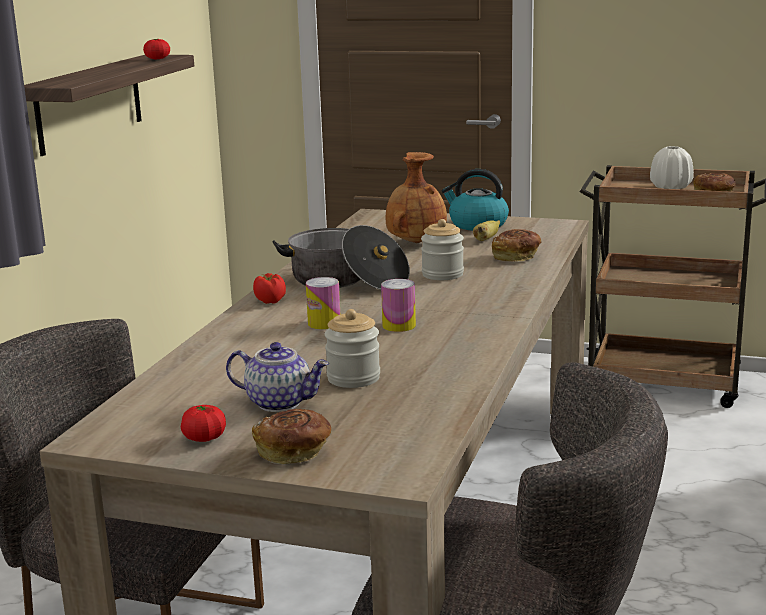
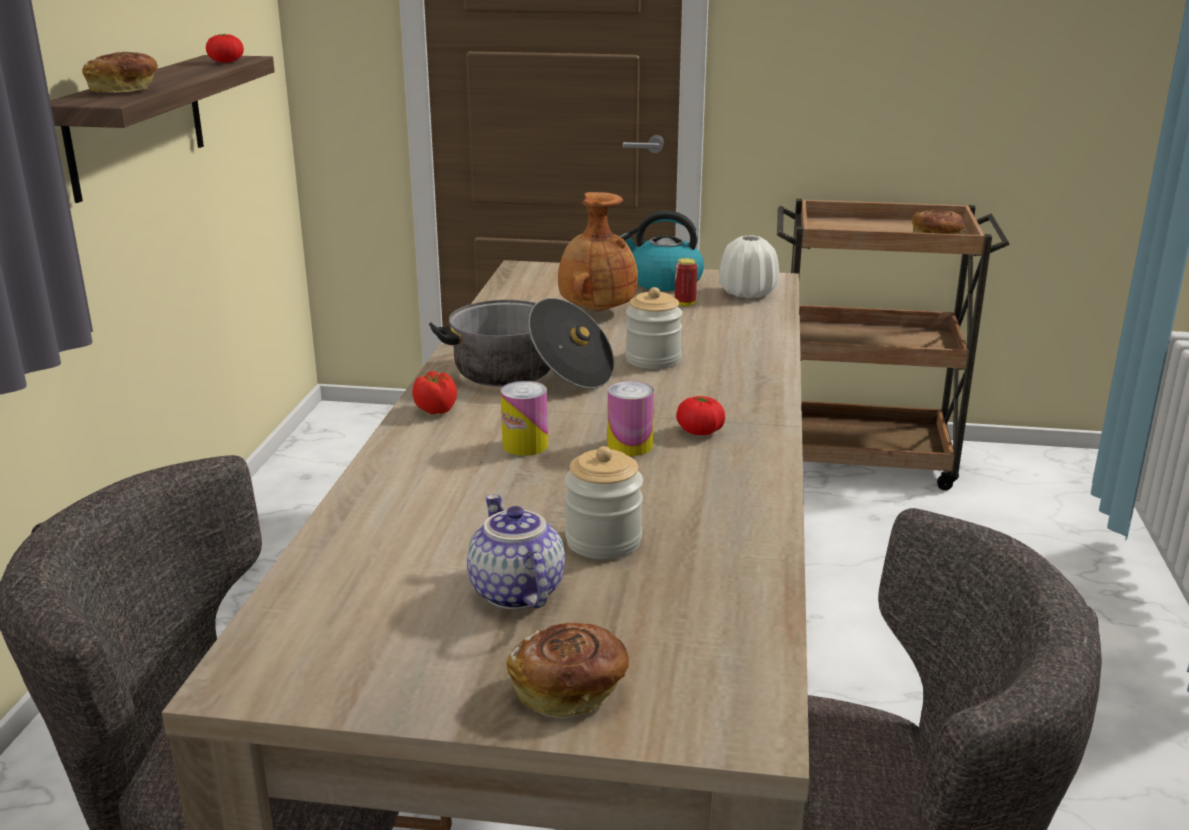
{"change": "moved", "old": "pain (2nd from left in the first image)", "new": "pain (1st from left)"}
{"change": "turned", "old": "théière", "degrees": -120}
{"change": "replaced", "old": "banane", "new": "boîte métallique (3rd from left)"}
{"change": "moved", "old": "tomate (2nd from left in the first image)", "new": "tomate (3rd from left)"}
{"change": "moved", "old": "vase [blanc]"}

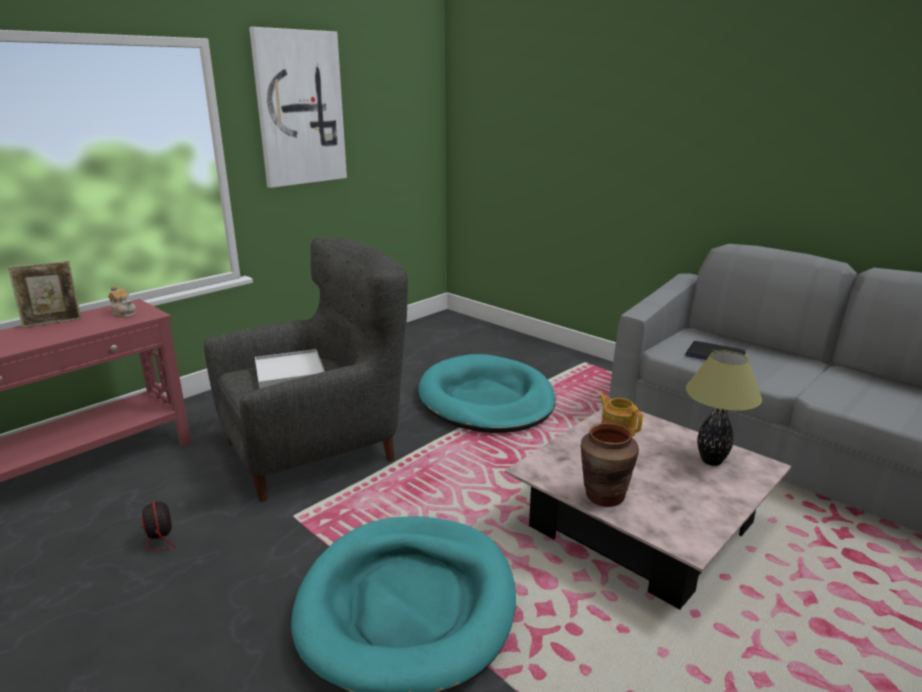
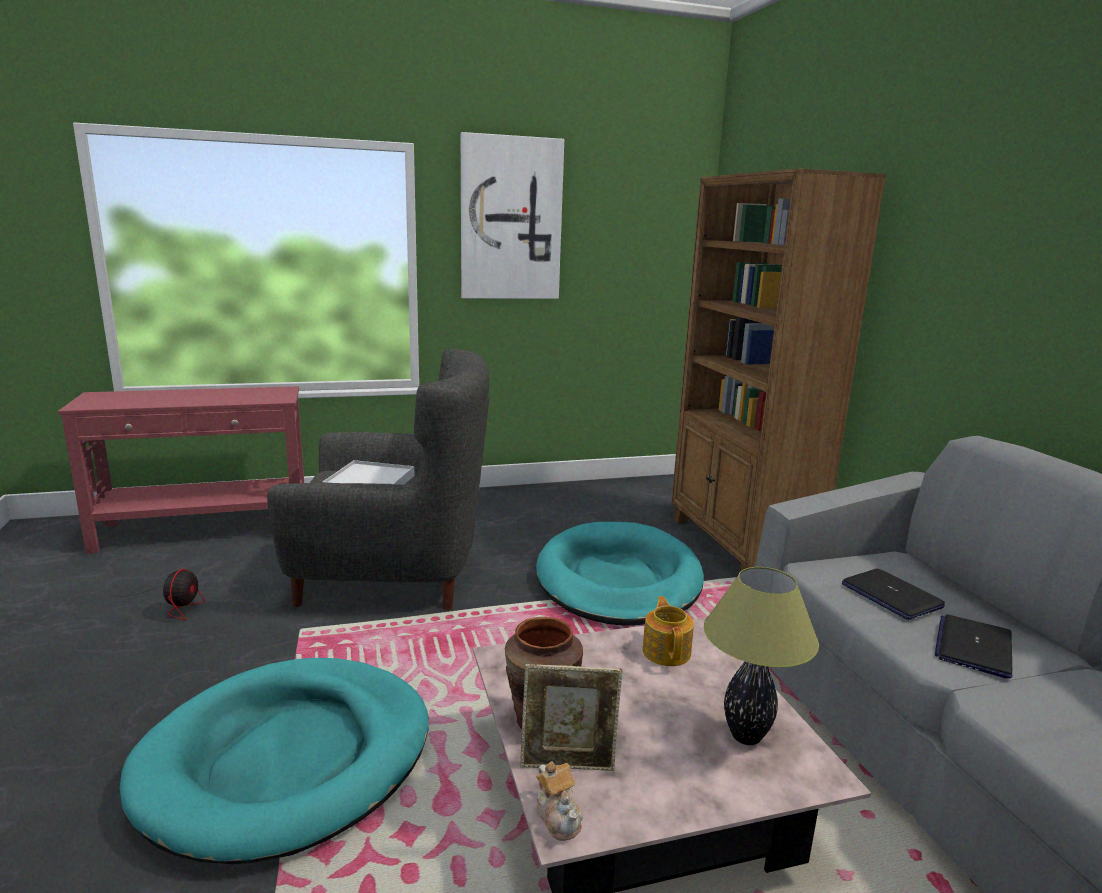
{"change": "moved", "old": "cadre photo"}
{"change": "moved", "old": "théière (1st from left)"}
{"change": "added", "new": "bibliothèque [marron]"}
{"change": "added", "new": "ordinateur portable (2nd from left)"}

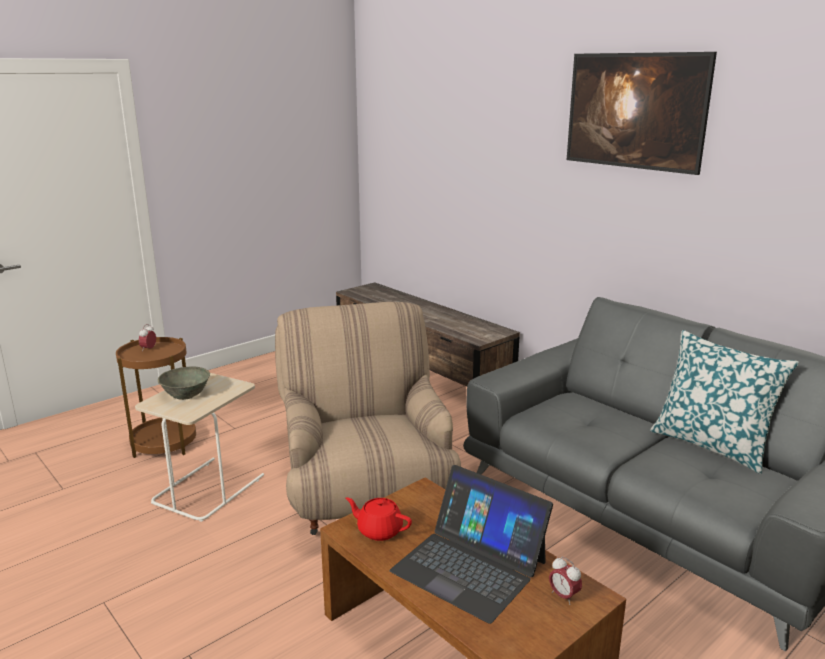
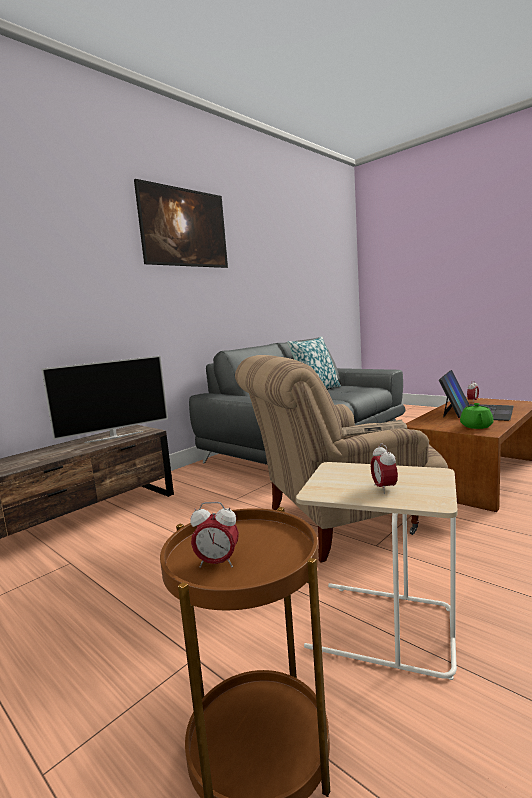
{"change": "added", "new": "téléviseur"}
{"change": "added", "new": "journal"}
{"change": "replaced", "old": "bol [gris]", "new": "réveil (2nd from left)"}
{"change": "recoloured", "old": "théière [rouge]", "new": "théière [vert]"}

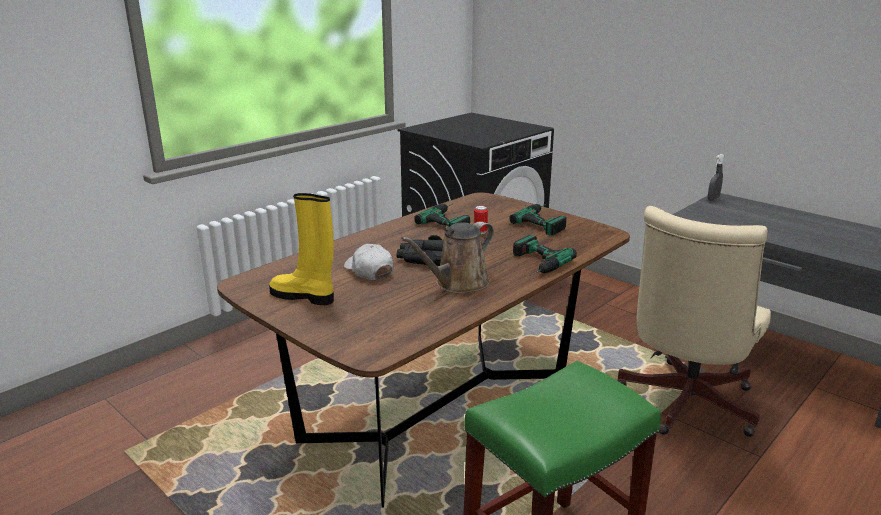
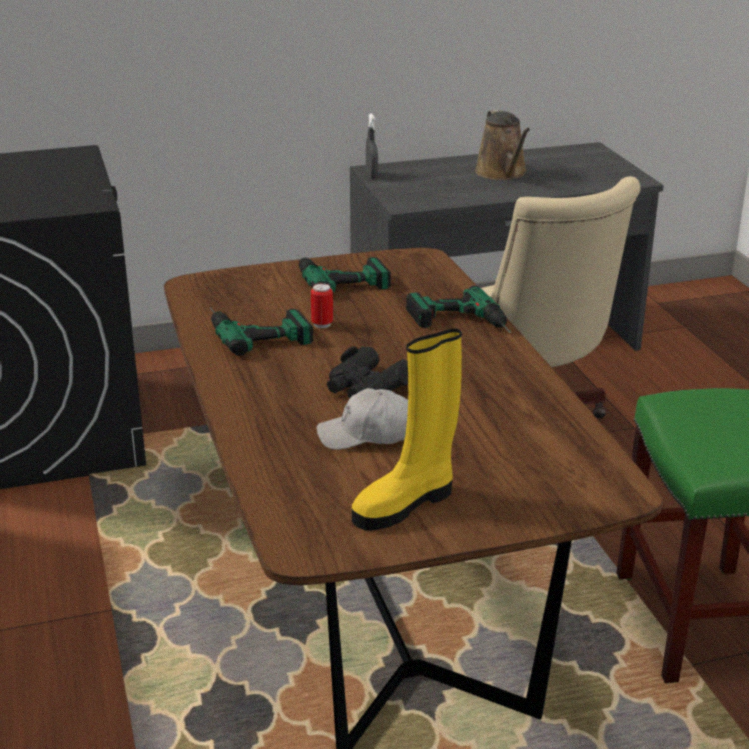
{"change": "moved", "old": "arrosoir [marron]"}

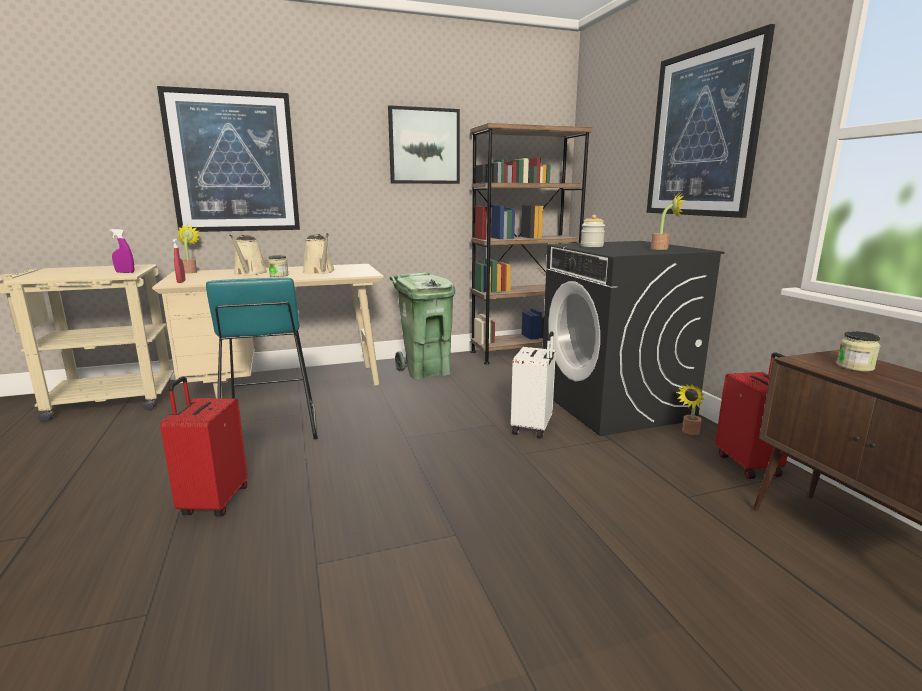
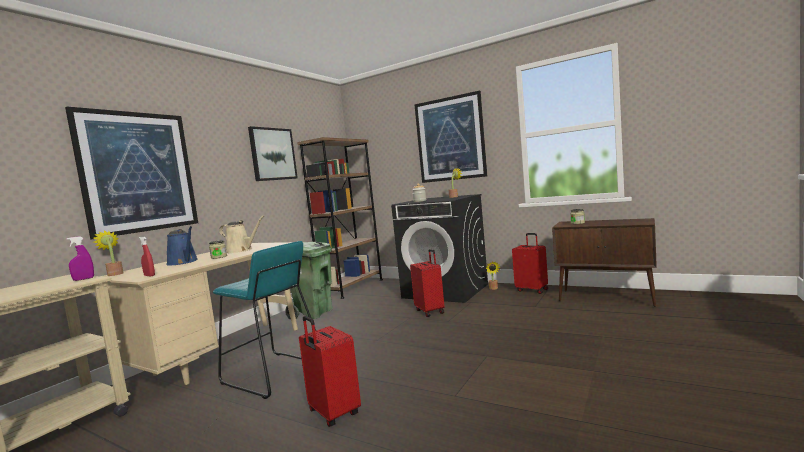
{"change": "recoloured", "old": "arrosoir [beige] (1st from left)", "new": "arrosoir [bleu]"}
{"change": "recoloured", "old": "valise [blanc]", "new": "valise [rouge] (2nd from left)"}

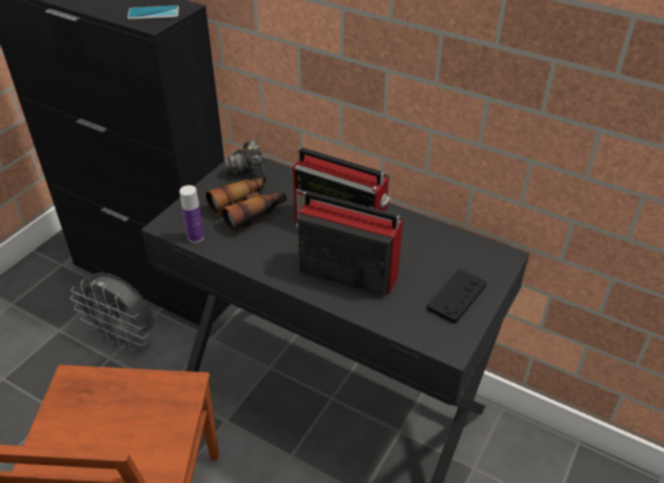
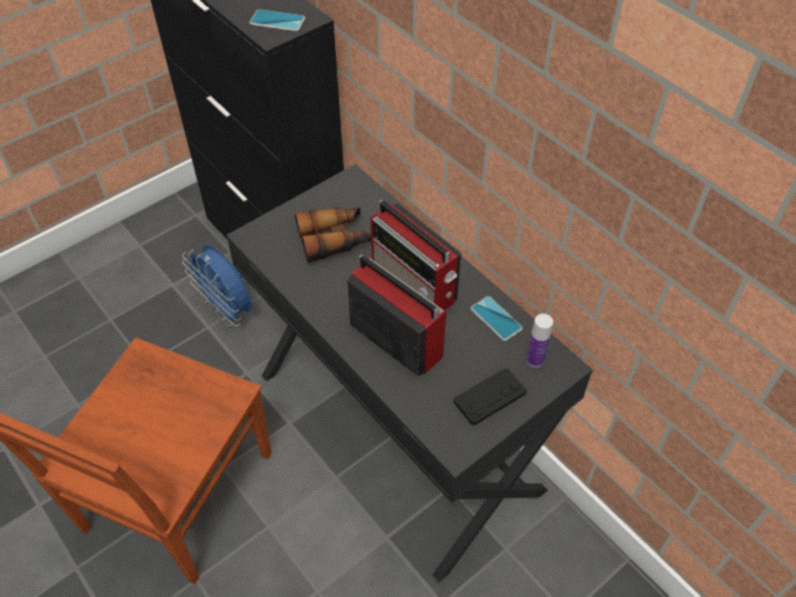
{"change": "recoloured", "old": "ventilateur [gris]", "new": "ventilateur [bleu]"}
{"change": "added", "new": "téléphone (2nd from left)"}
{"change": "moved", "old": "bouteille"}
{"change": "removed", "old": "appareil photo"}

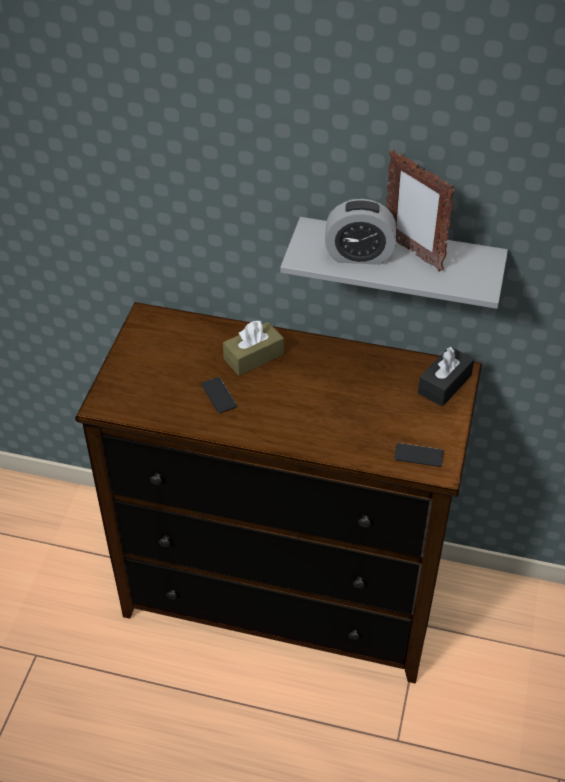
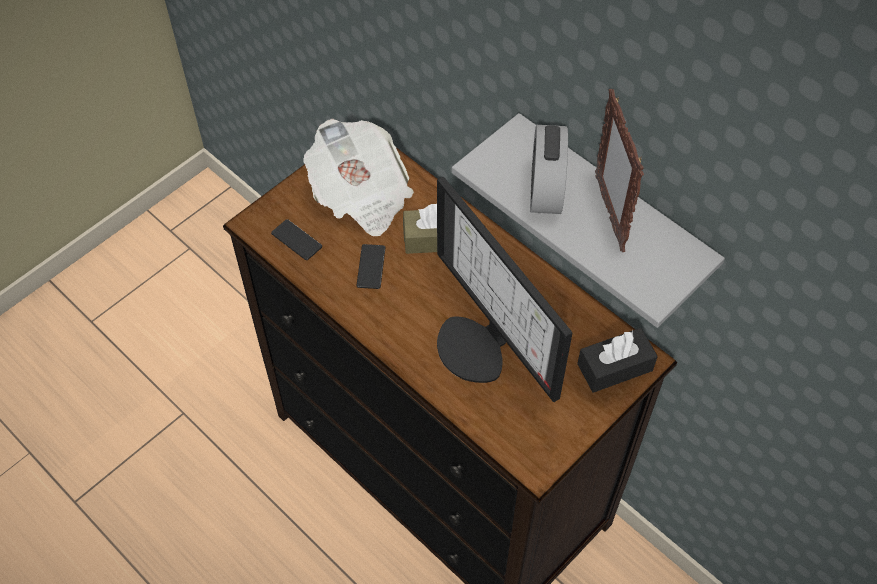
{"change": "moved", "old": "téléphone (2nd from left in the first image)", "new": "téléphone (1st from left)"}
{"change": "added", "new": "journal"}
{"change": "added", "new": "écran d'ordinateur"}
{"change": "turned", "old": "réveil", "degrees": 60}

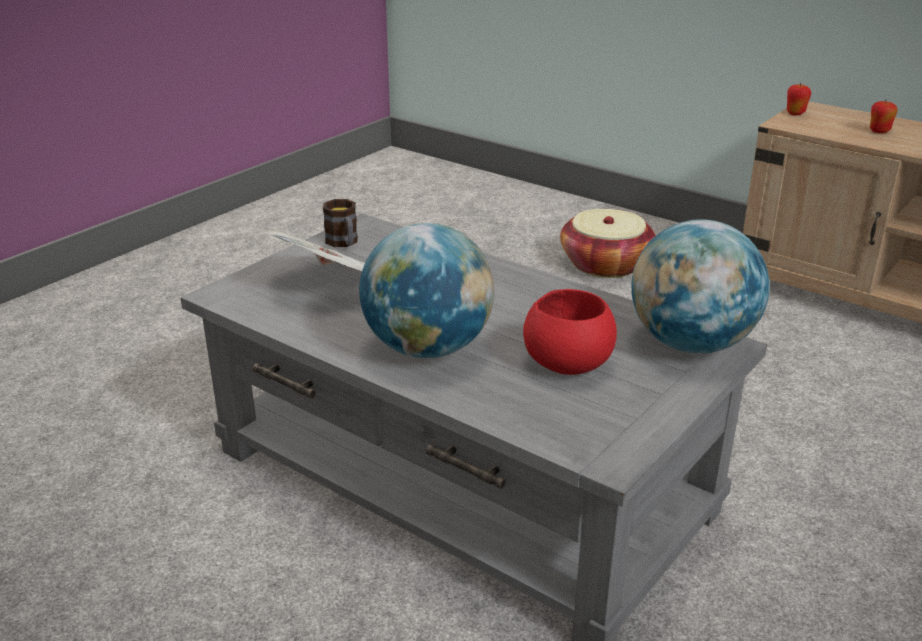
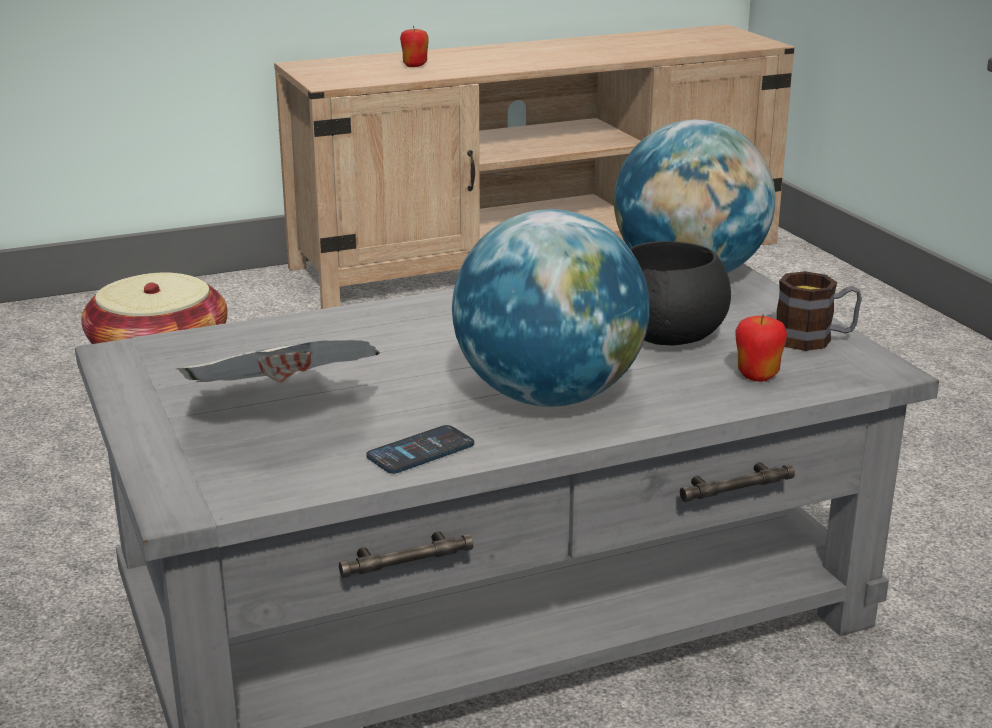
{"change": "added", "new": "téléphone"}
{"change": "recoloured", "old": "bol [rouge]", "new": "bol [noir]"}
{"change": "moved", "old": "pomme (1st from left in the first image)", "new": "pomme (2nd from left)"}
{"change": "moved", "old": "mug"}

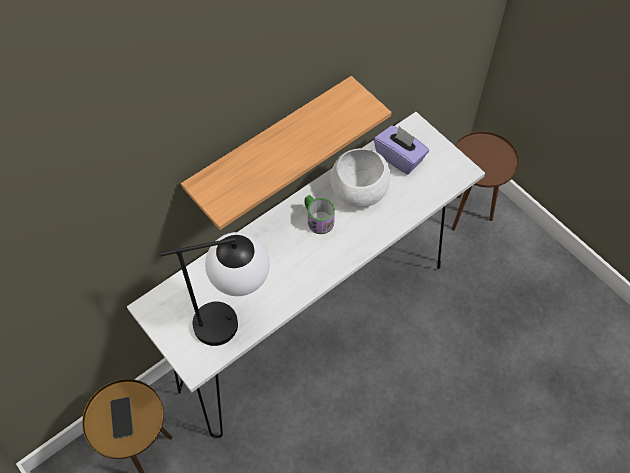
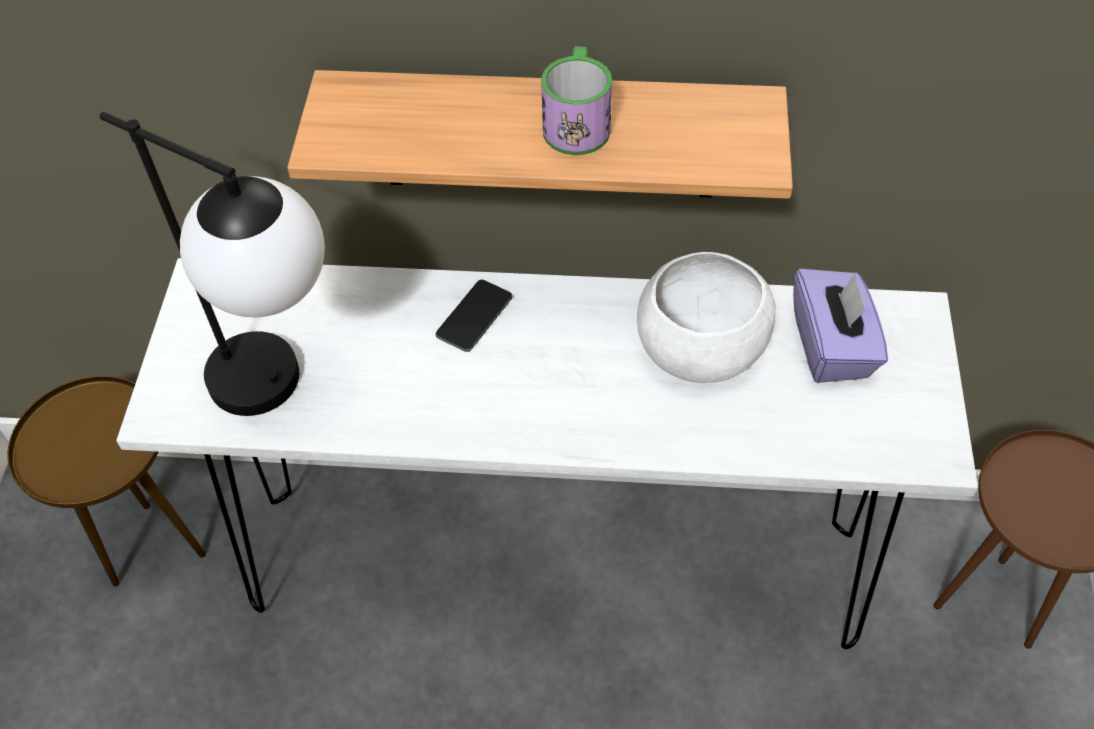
{"change": "moved", "old": "téléphone"}
{"change": "moved", "old": "mug"}

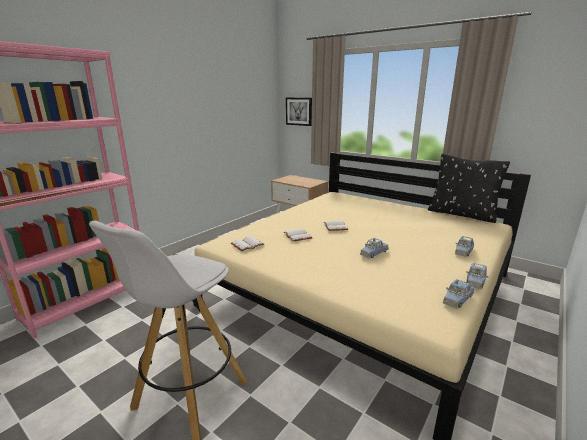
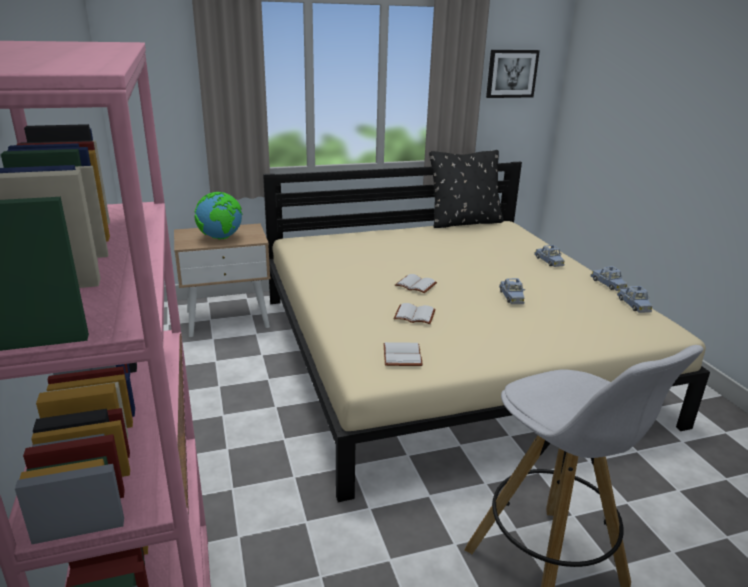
{"change": "added", "new": "globe"}
{"change": "moved", "old": "tableau"}

